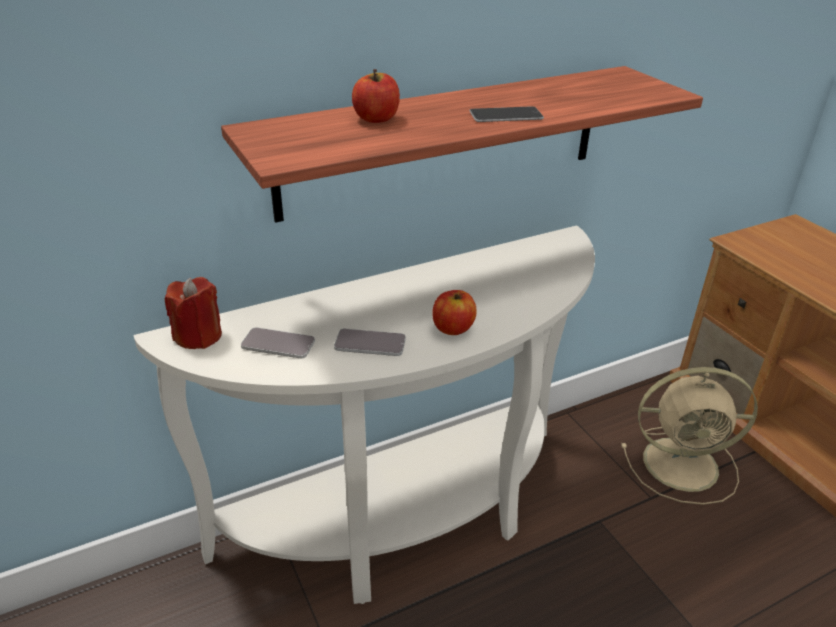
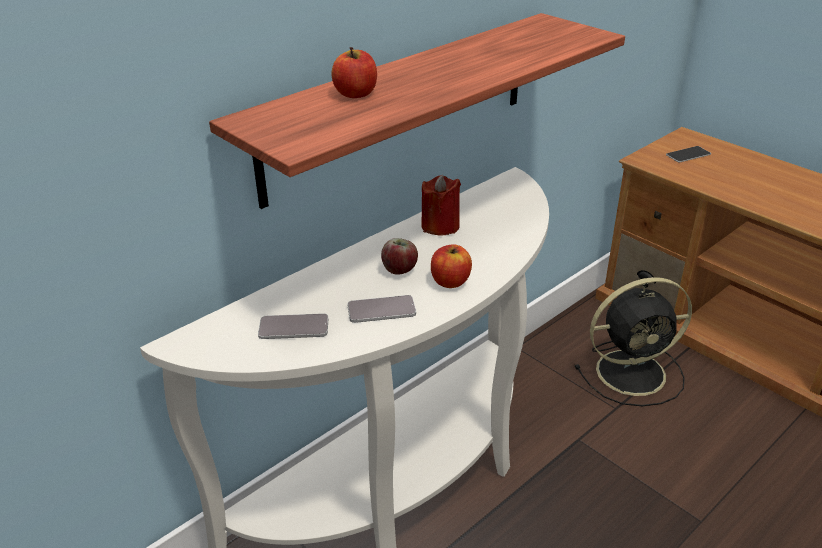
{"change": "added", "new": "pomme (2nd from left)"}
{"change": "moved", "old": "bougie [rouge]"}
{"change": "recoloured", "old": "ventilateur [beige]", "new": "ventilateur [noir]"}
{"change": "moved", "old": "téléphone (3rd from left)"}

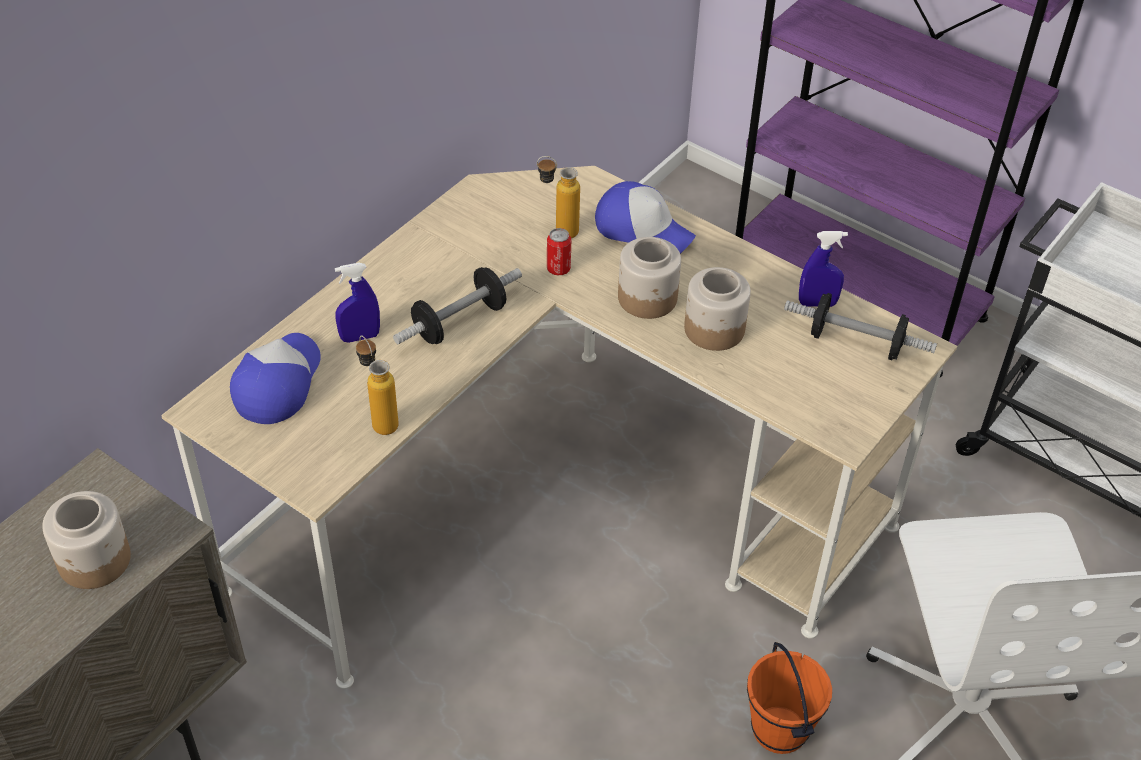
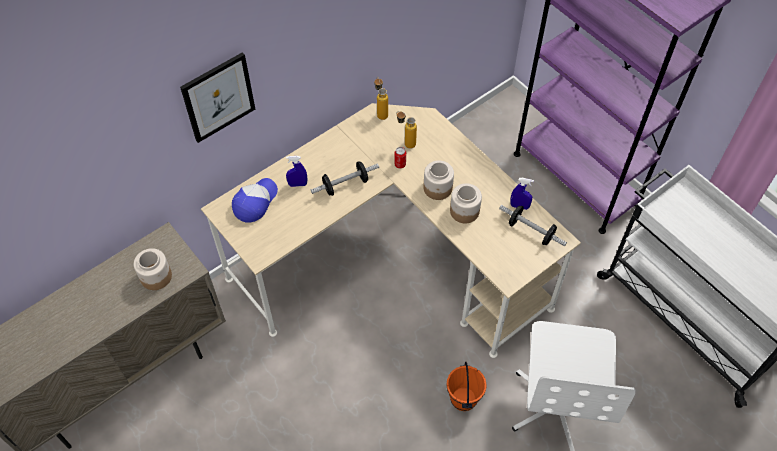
{"change": "added", "new": "tableau"}
{"change": "moved", "old": "bouteille (1st from left)"}
{"change": "removed", "old": "casquette (2nd from left)"}

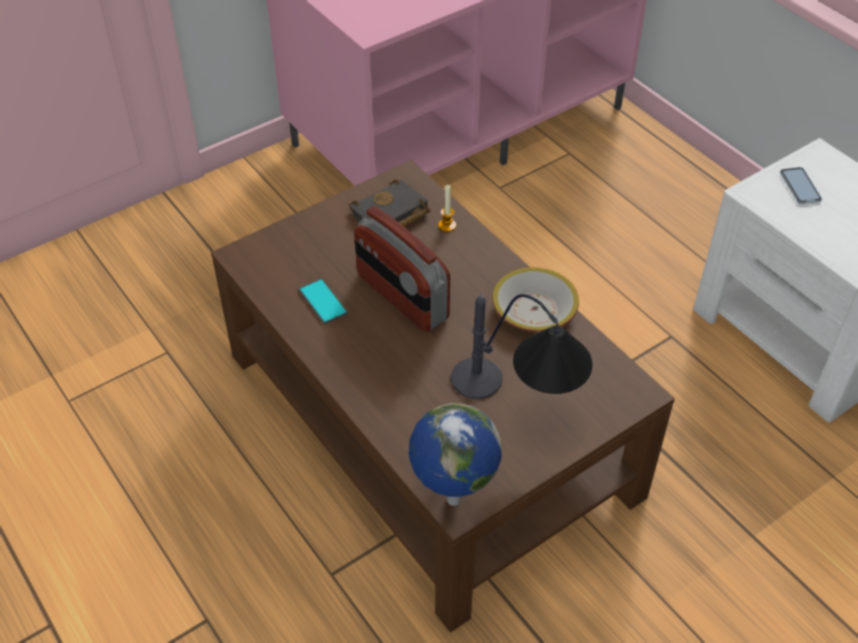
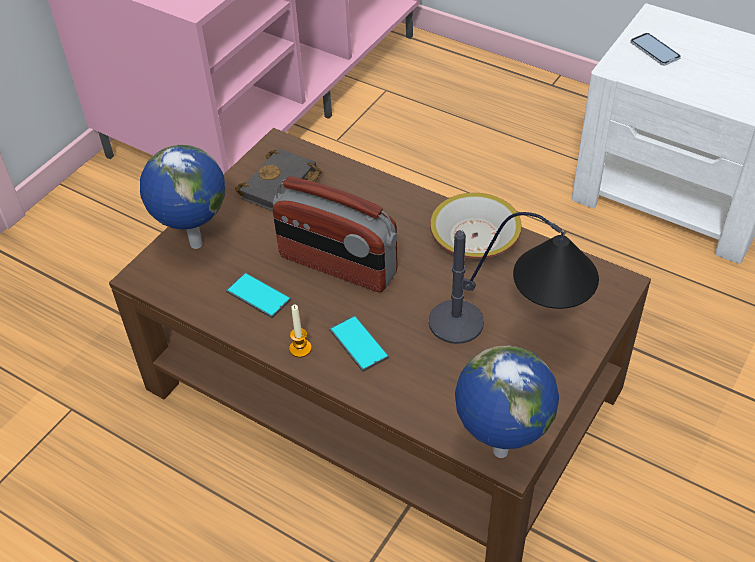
{"change": "added", "new": "globe (1st from left)"}
{"change": "moved", "old": "bougie"}
{"change": "added", "new": "téléphone (2nd from left)"}

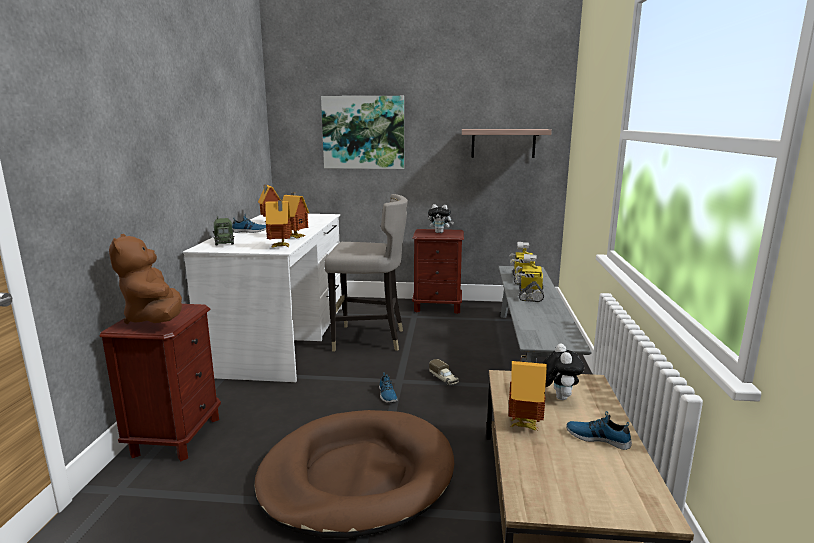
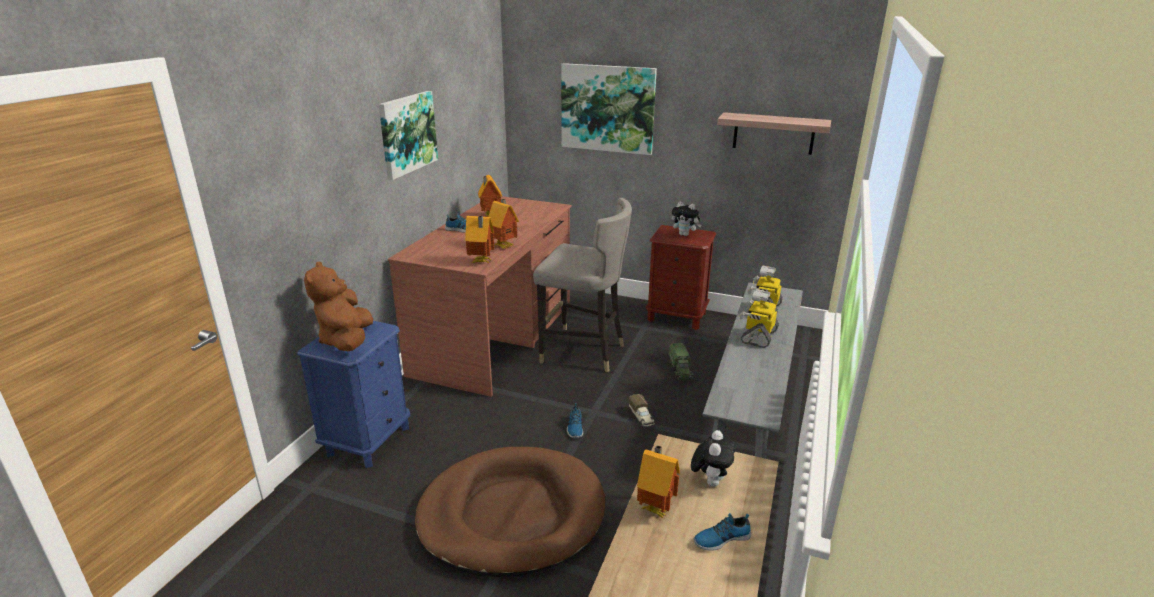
{"change": "recoloured", "old": "table de chevet [marron] (1st from left)", "new": "table de chevet [bleu]"}
{"change": "added", "new": "tableau (1st from left)"}
{"change": "recoloured", "old": "bureau [blanc]", "new": "bureau [marron]"}
{"change": "moved", "old": "camion jouet (1st from left in the first image)", "new": "camion jouet (2nd from left)"}
{"change": "turned", "old": "chaussure (3rd from left)", "degrees": -60}

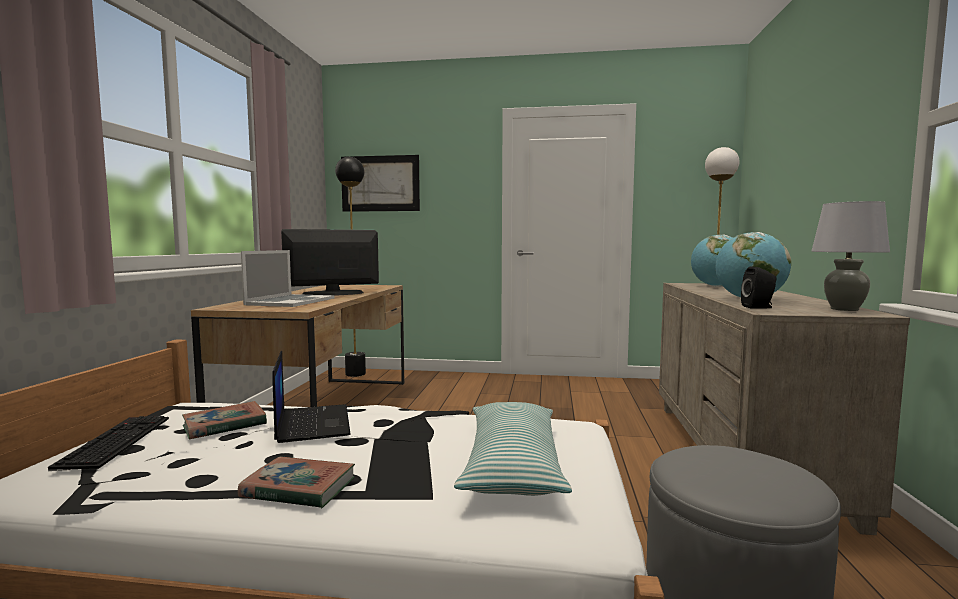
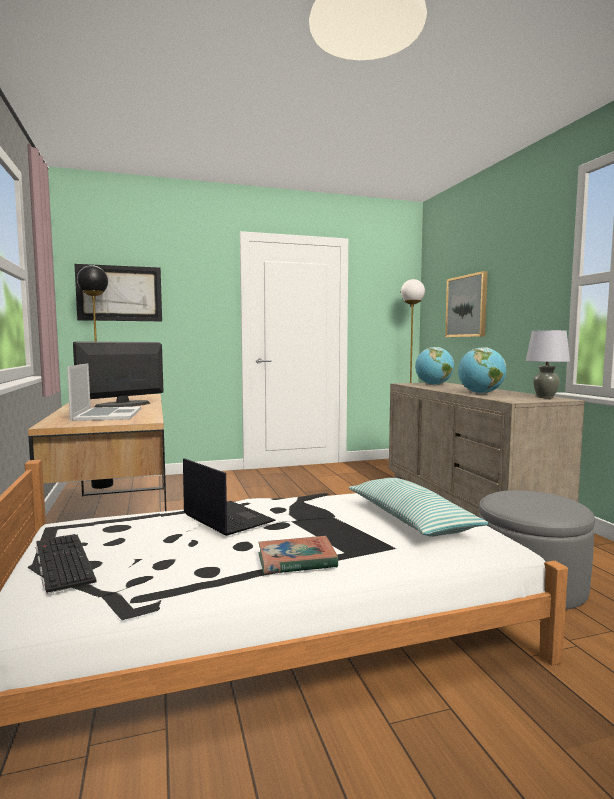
{"change": "added", "new": "tableau (2nd from left)"}
{"change": "removed", "old": "livre (1st from left)"}
{"change": "removed", "old": "enceinte [noir]"}

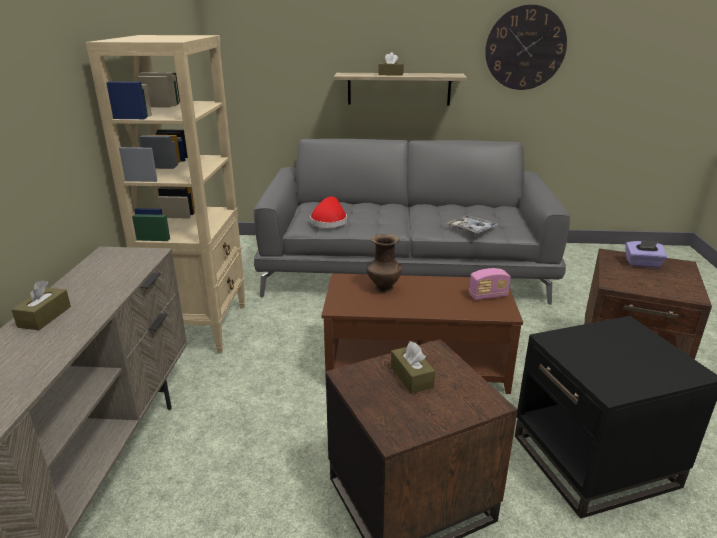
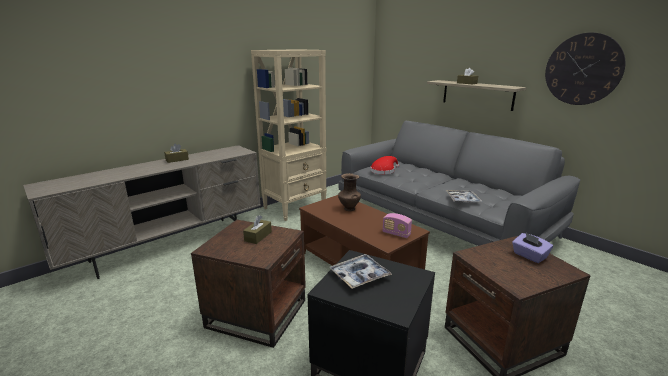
{"change": "added", "new": "plateau (1st from left)"}

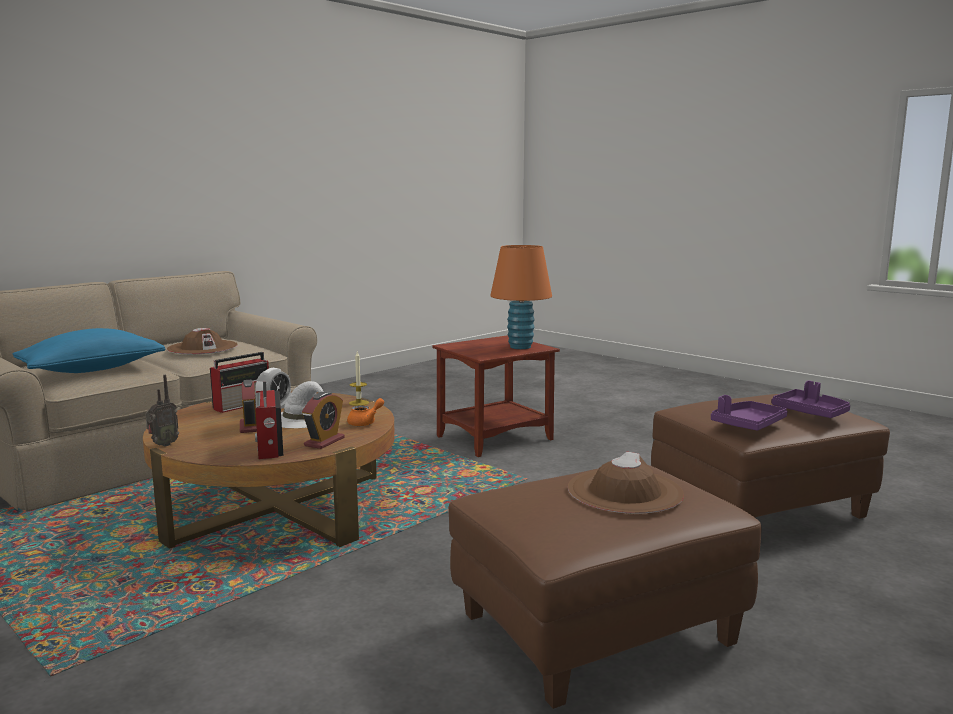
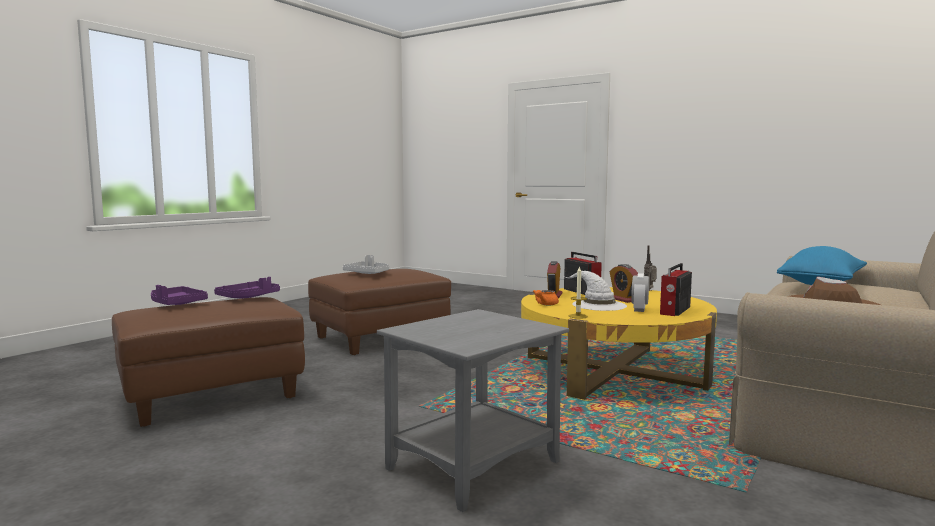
{"change": "replaced", "old": "chapeau [marron] (2nd from left)", "new": "plateau [gris]"}
{"change": "recoloured", "old": "table d'appoint [marron]", "new": "table d'appoint [gris]"}
{"change": "recoloured", "old": "table basse [marron]", "new": "table basse [jaune]"}
{"change": "removed", "old": "lampe de table [orange]"}

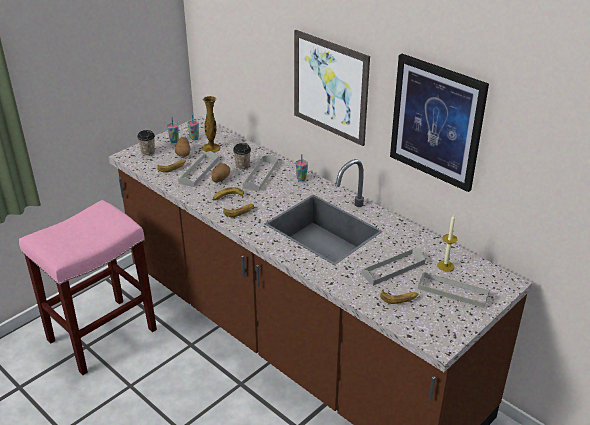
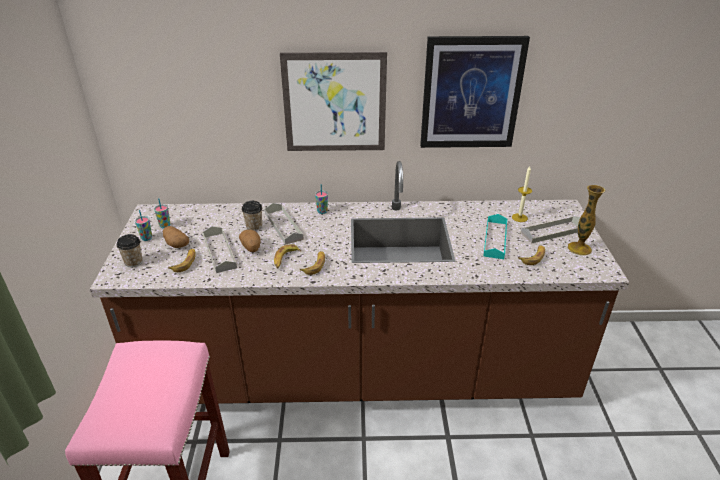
{"change": "recoloured", "old": "plateau [gris] (3rd from left)", "new": "plateau [turquoise]"}
{"change": "moved", "old": "vase"}

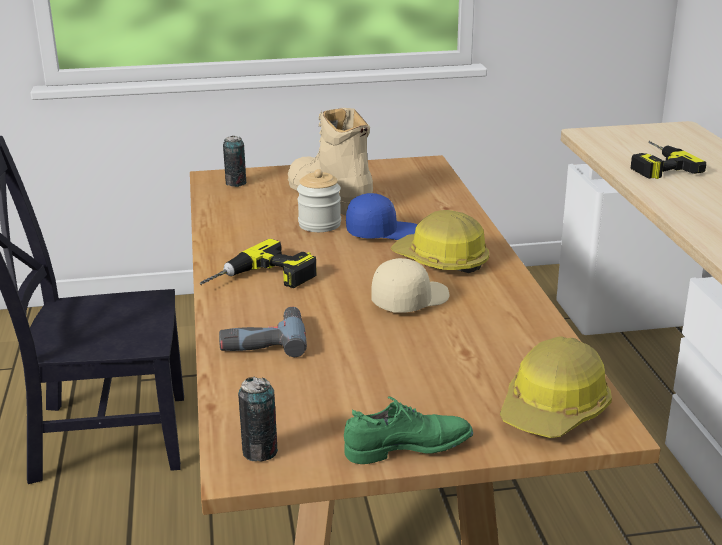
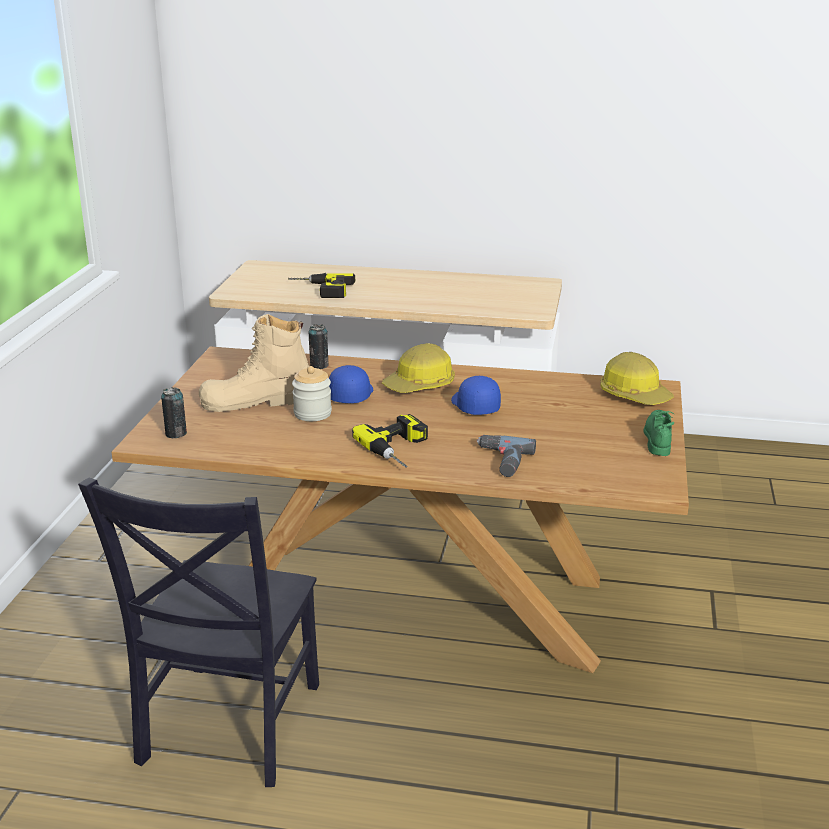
{"change": "moved", "old": "boîte métallique (2nd from left)"}
{"change": "recoloured", "old": "casquette [beige]", "new": "casquette [bleu] (2nd from left)"}

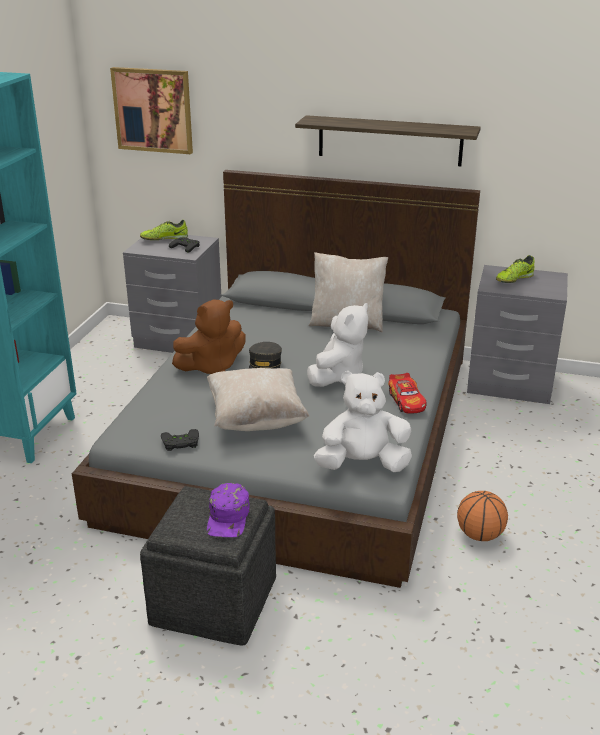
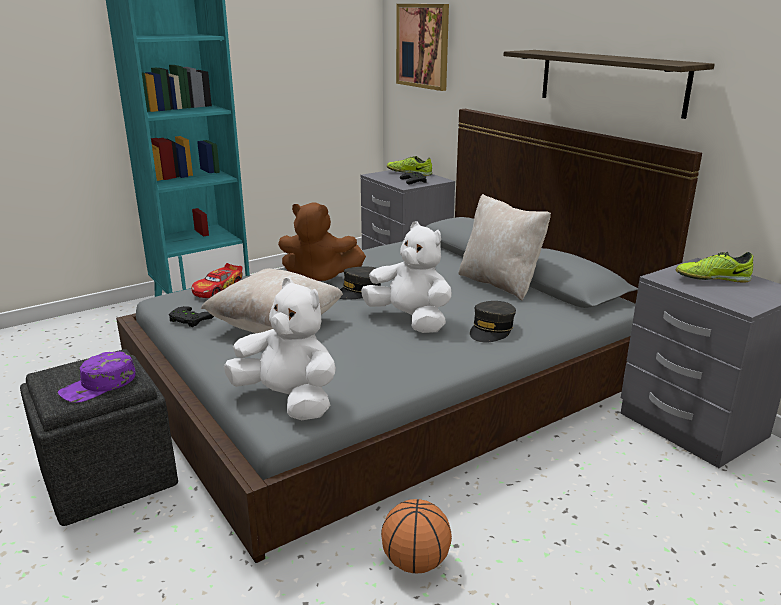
{"change": "moved", "old": "petite voiture"}
{"change": "turned", "old": "peluche [blanc] (1st from left in the first image)", "degrees": -120}
{"change": "added", "new": "casquette [gris] (2nd from left)"}

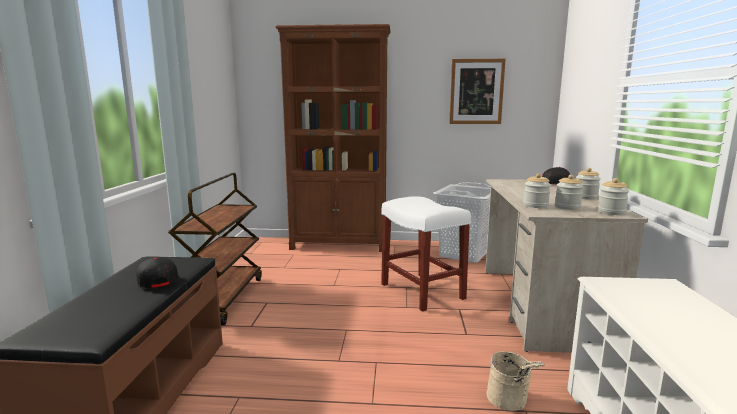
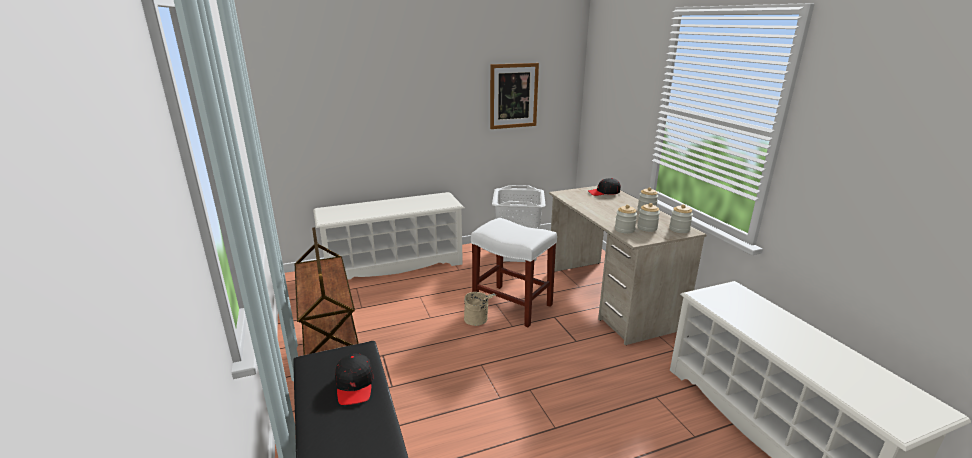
{"change": "replaced", "old": "bibliothèque [marron]", "new": "étagère à chaussures [blanc] (1st from left)"}
{"change": "turned", "old": "casquette [noir] (1st from left)", "degrees": -135}
{"change": "moved", "old": "seau [beige]"}

